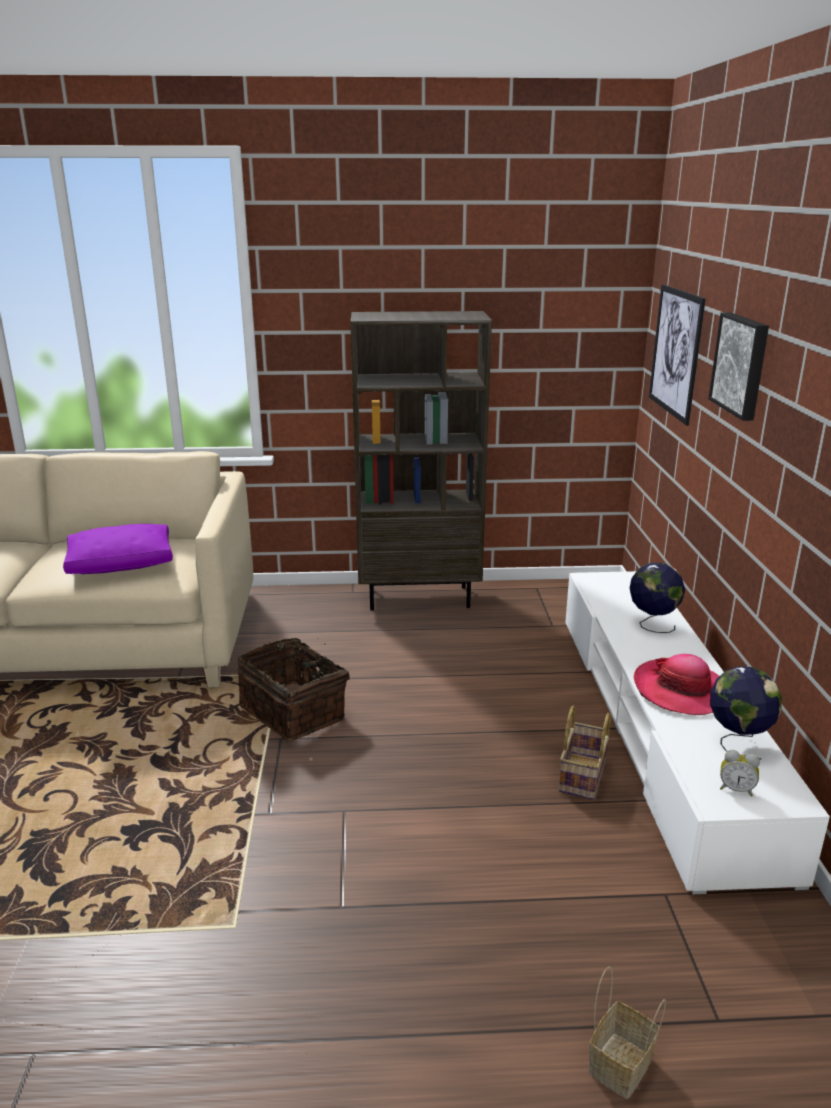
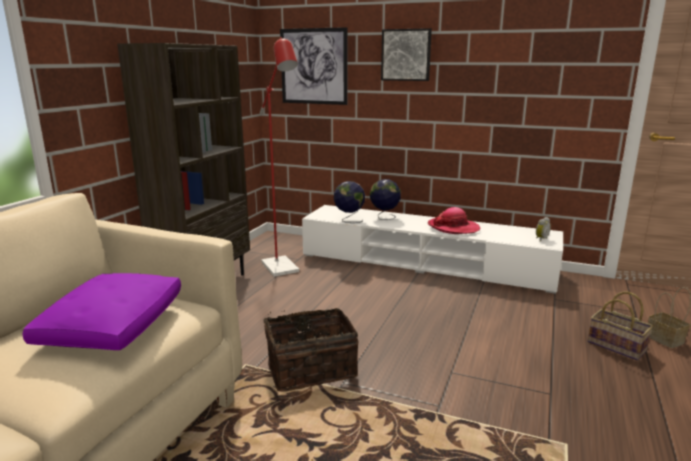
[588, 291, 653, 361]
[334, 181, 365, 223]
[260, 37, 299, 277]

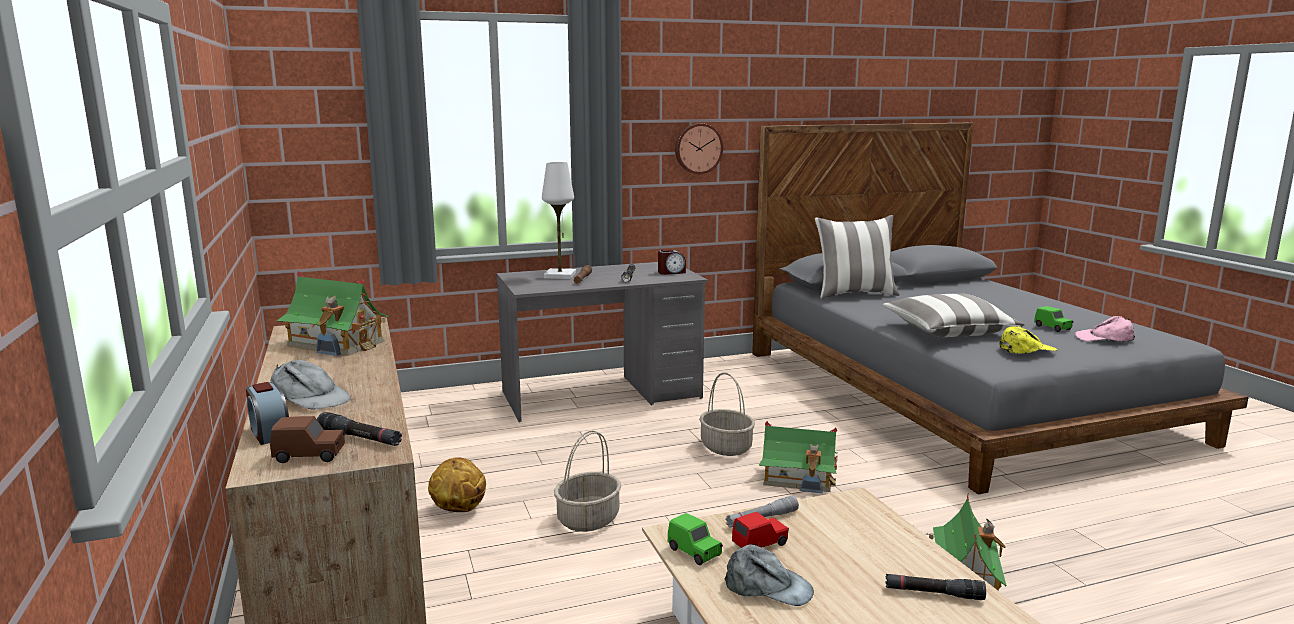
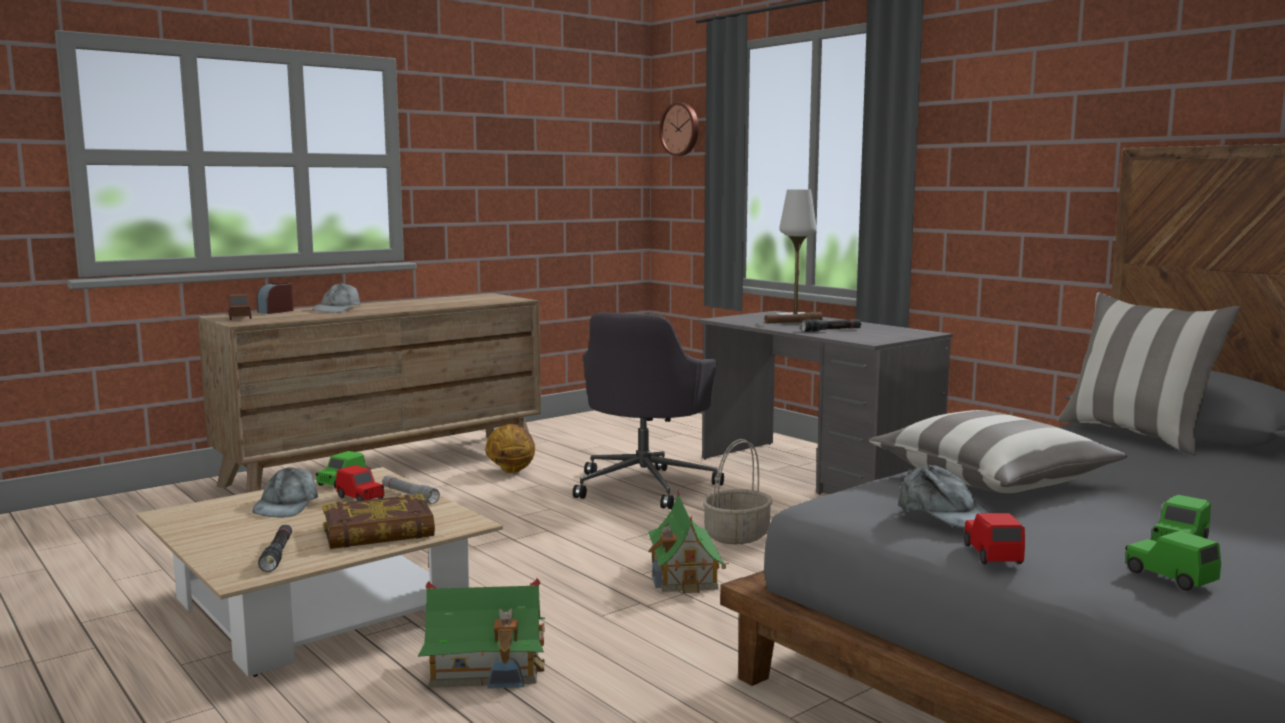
[277, 271, 389, 356] (first image)
[317, 412, 402, 446] (first image)
[554, 430, 621, 532] (first image)
[658, 249, 686, 275] (first image)
[659, 103, 699, 156]
[898, 465, 990, 528]
[1126, 531, 1221, 590]
[322, 494, 435, 549]
[573, 313, 724, 509]
[964, 513, 1025, 564]

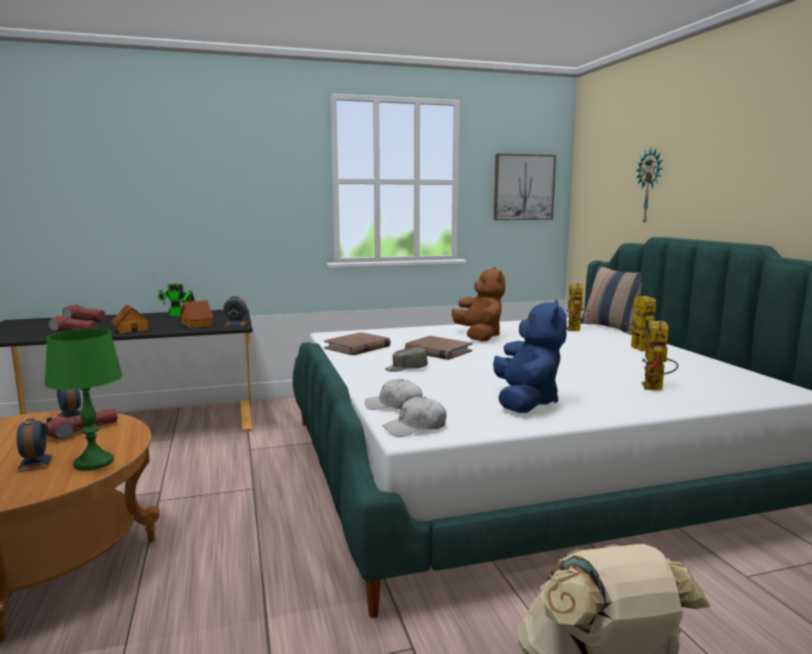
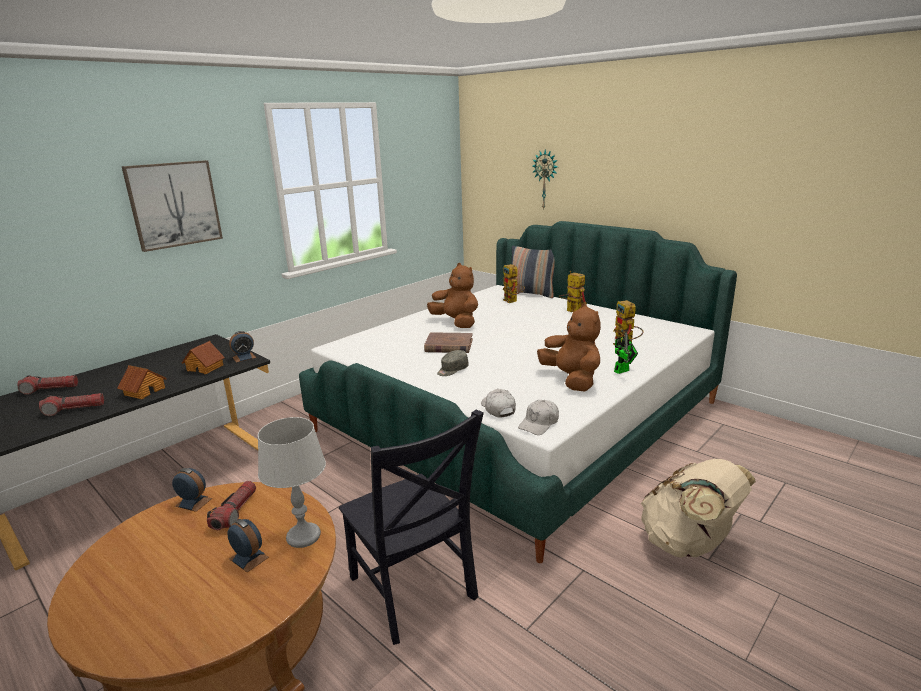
[258, 417, 326, 548]
[614, 332, 638, 374]
[324, 332, 391, 355] (first image)
[481, 389, 516, 418]
[537, 303, 601, 392]
[121, 160, 223, 252]
[339, 410, 484, 645]

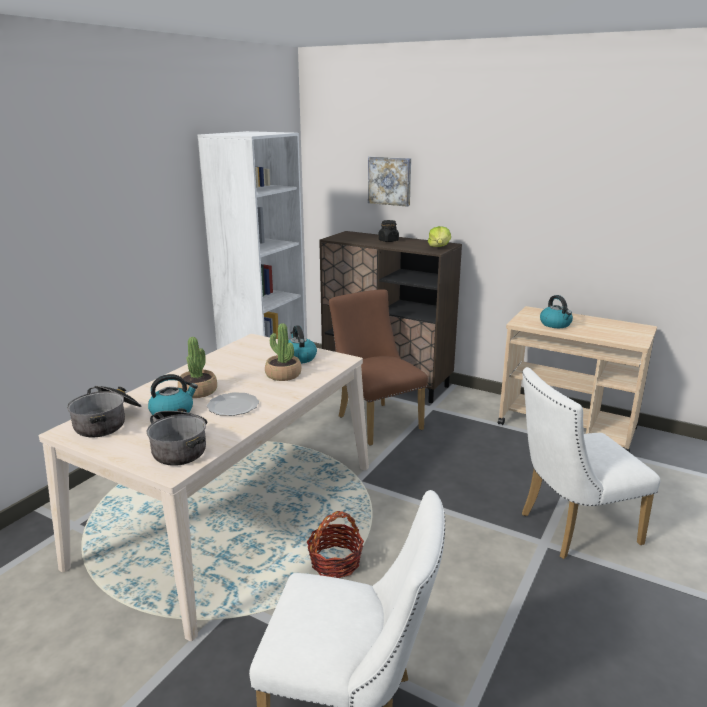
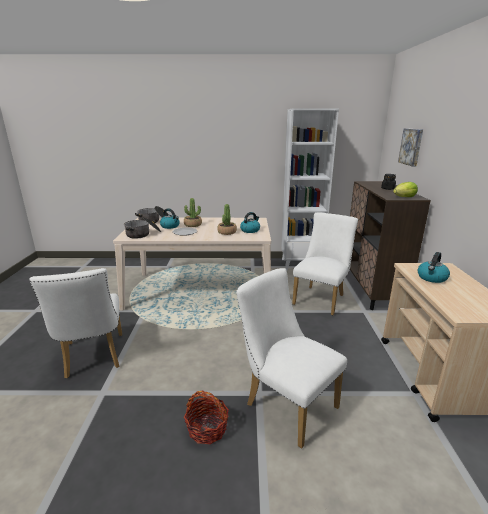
[184, 390, 229, 444]
[292, 212, 358, 315]

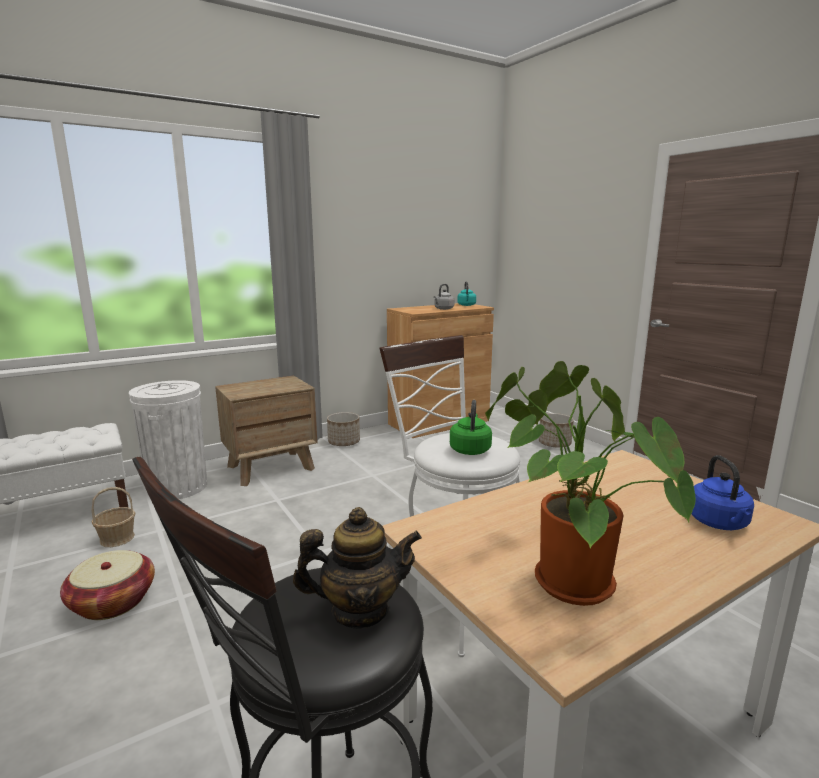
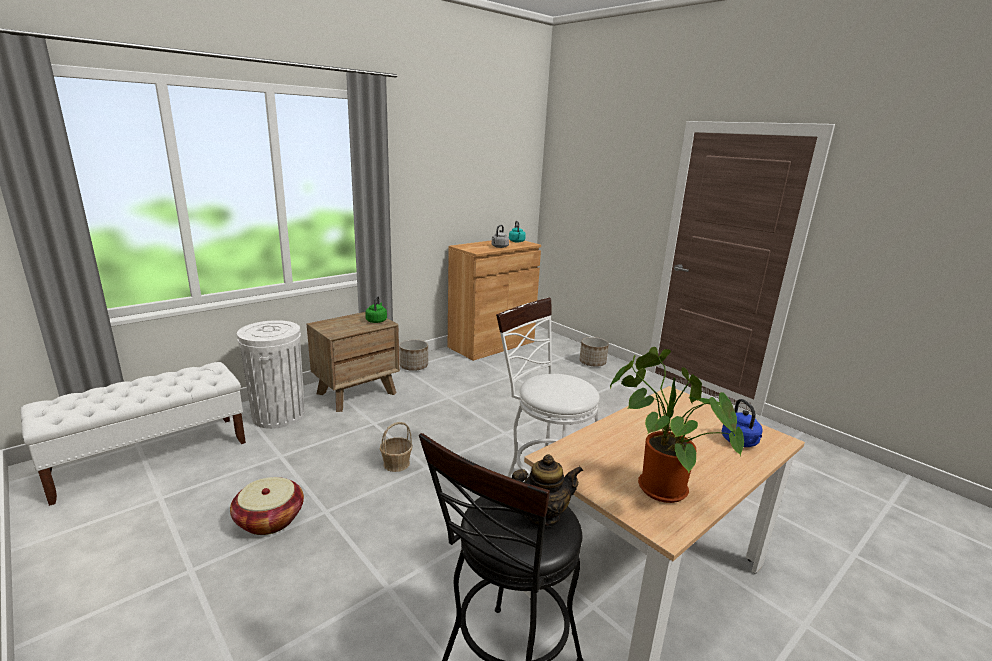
[380, 422, 413, 472]
[365, 296, 387, 323]

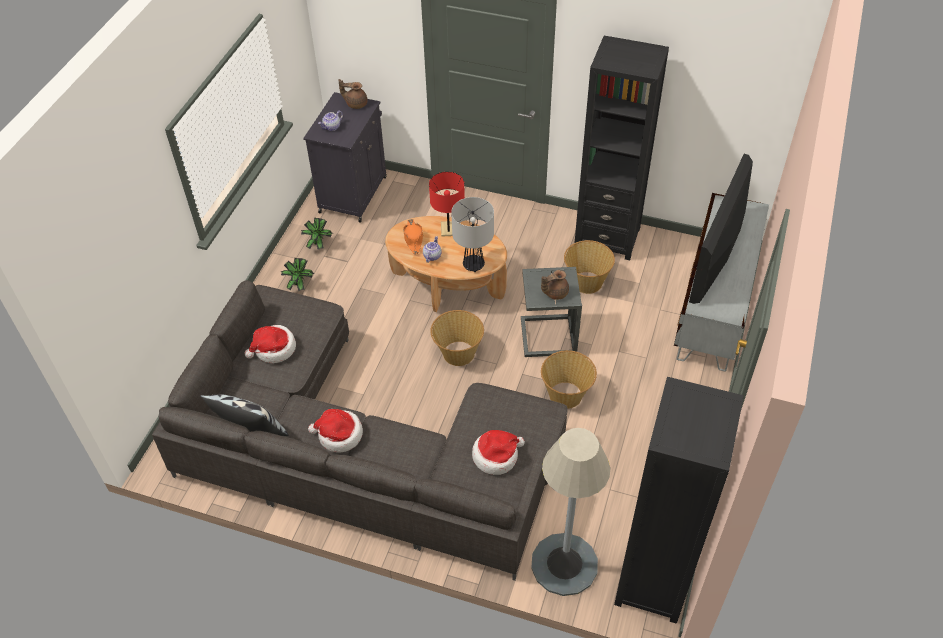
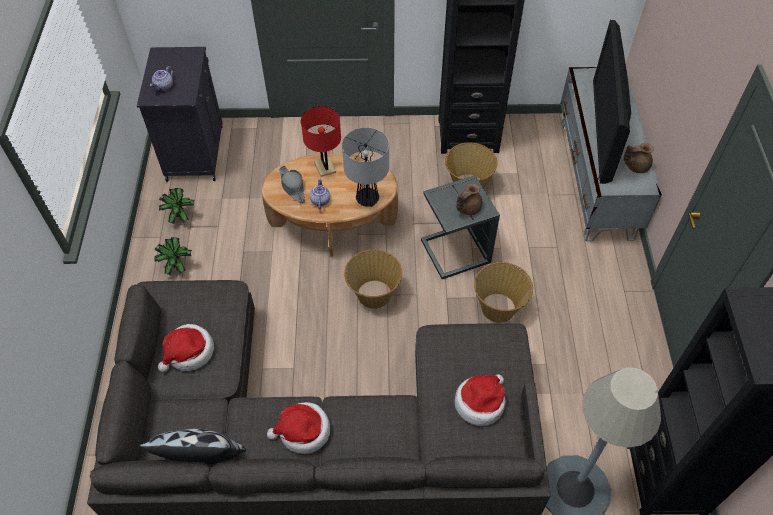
[624, 143, 654, 173]
[279, 166, 305, 203]

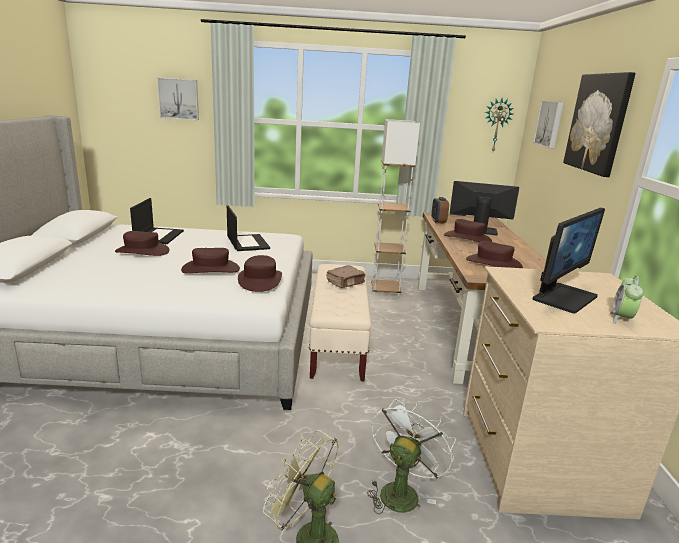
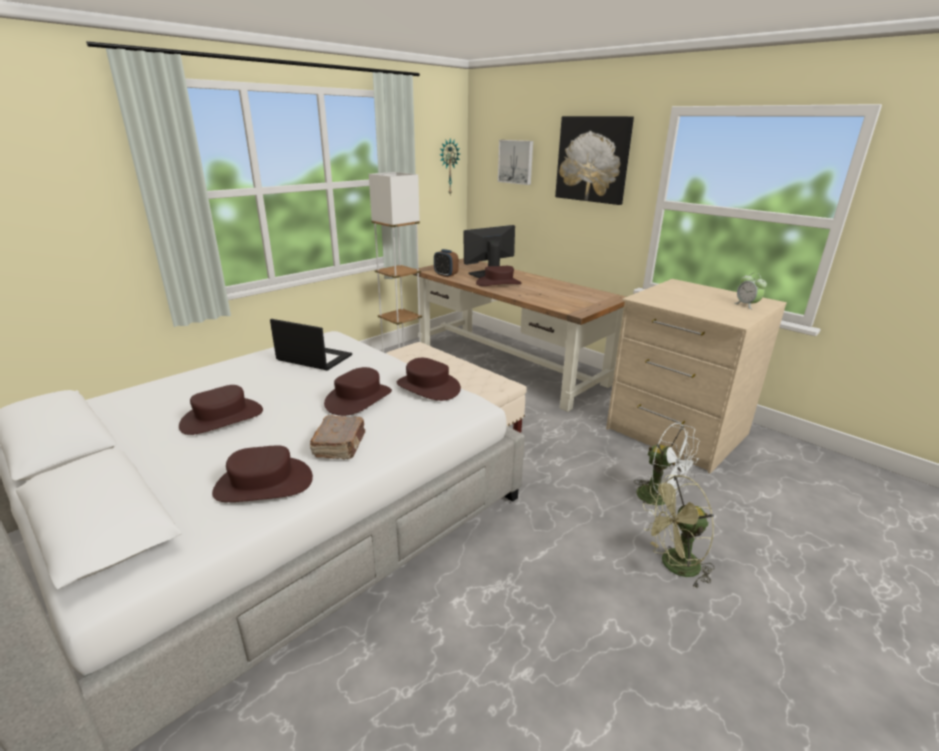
[130, 198, 184, 244] (first image)
[157, 78, 199, 120] (first image)
[310, 415, 365, 460]
[634, 423, 700, 514]
[212, 445, 313, 502]
[533, 208, 605, 313] (first image)

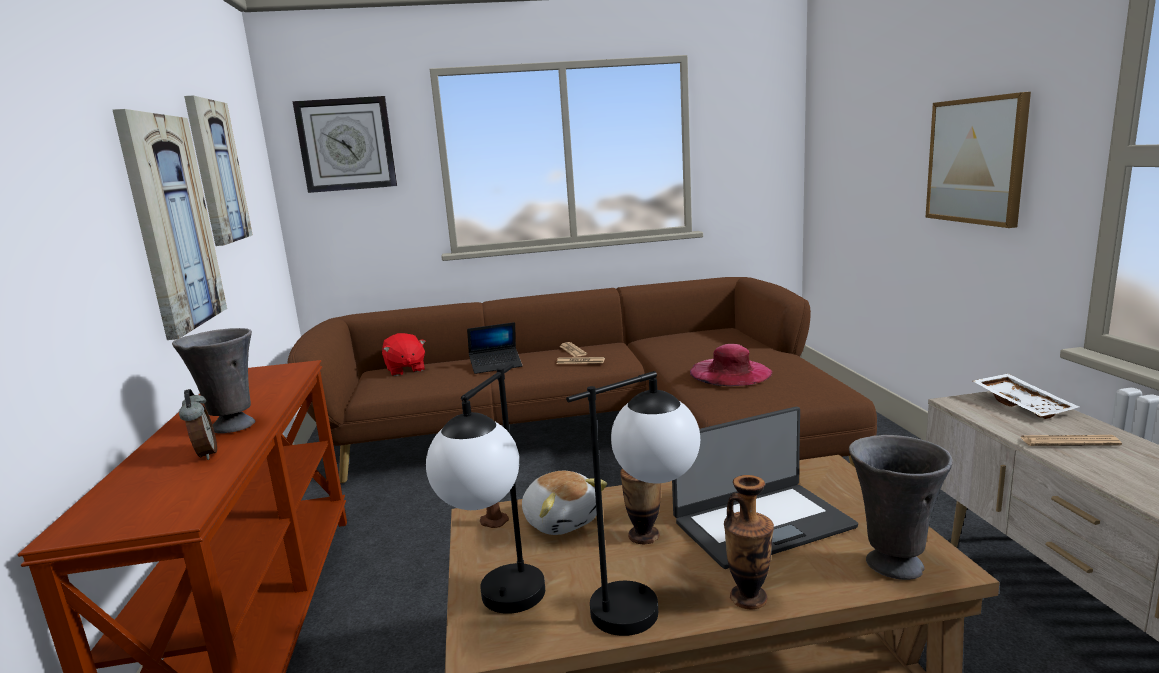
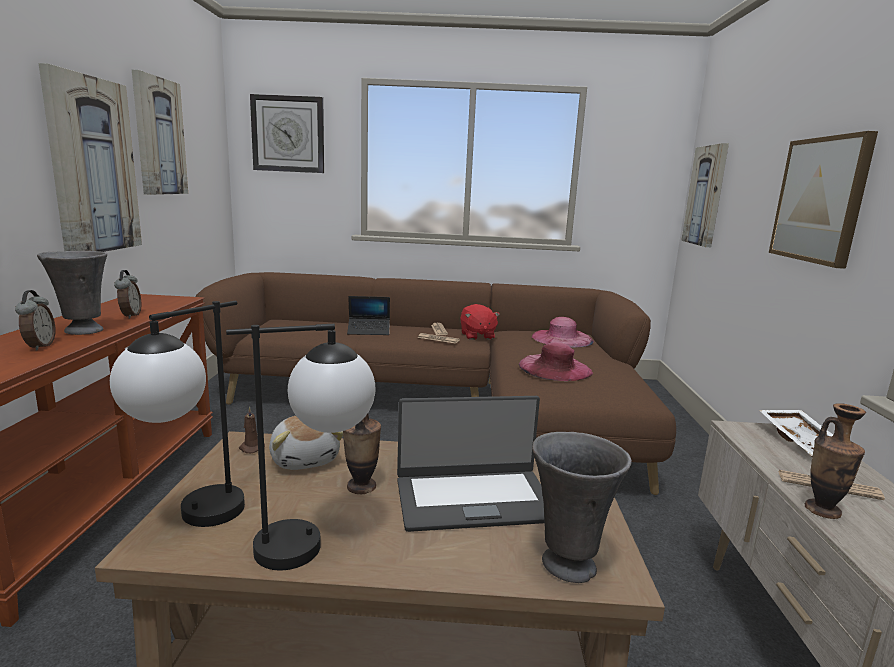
[460, 304, 500, 340]
[805, 403, 866, 519]
[114, 270, 142, 319]
[532, 317, 594, 348]
[681, 143, 729, 247]

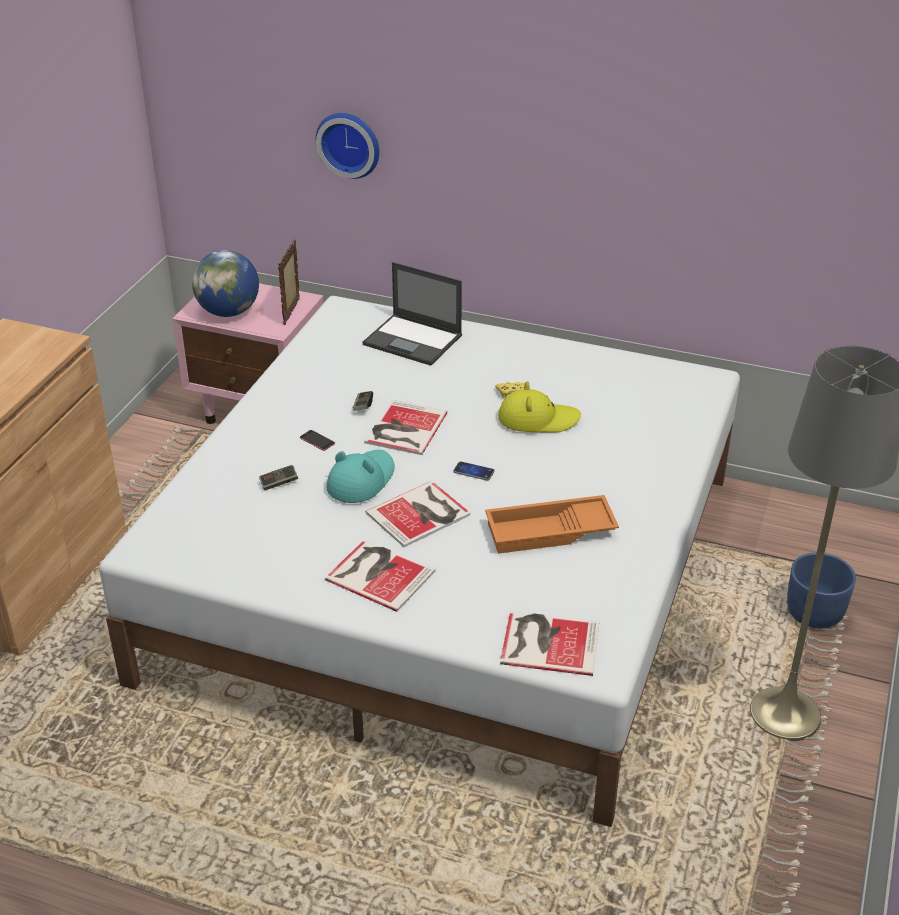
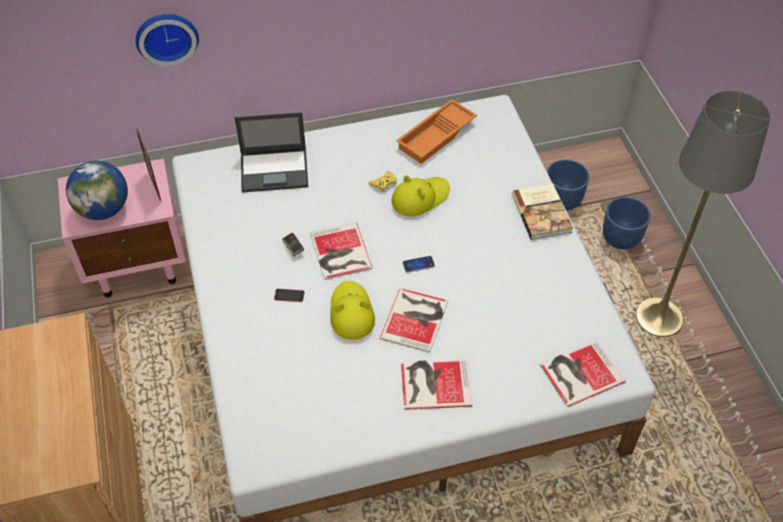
[259, 465, 298, 491] (first image)
[330, 281, 375, 340]
[396, 99, 477, 164]
[512, 184, 573, 240]
[547, 159, 589, 211]

